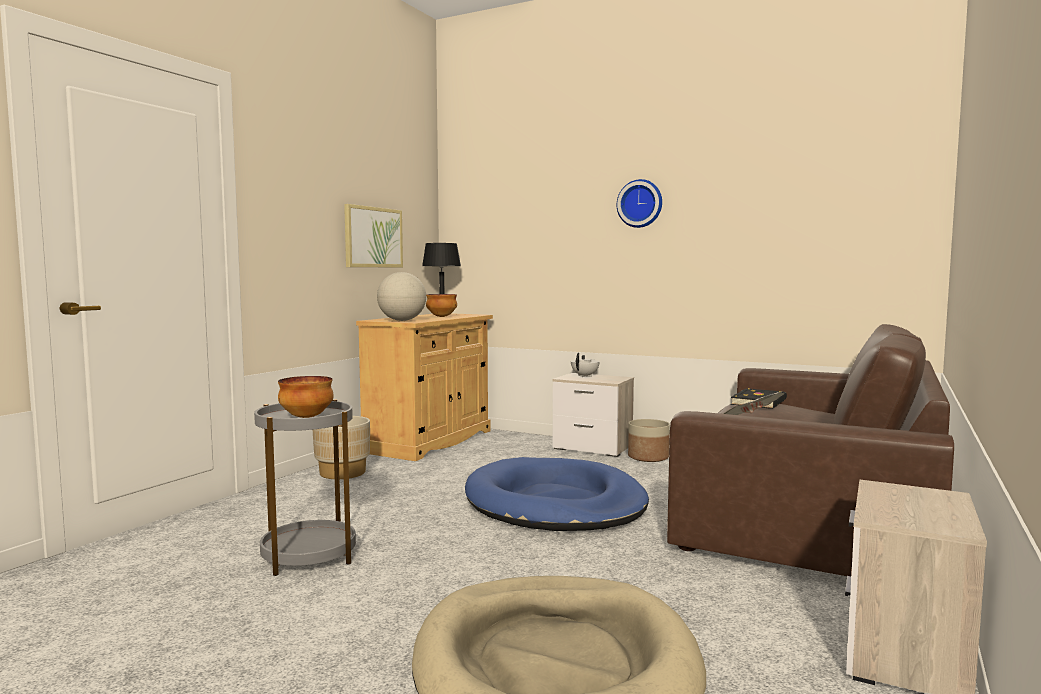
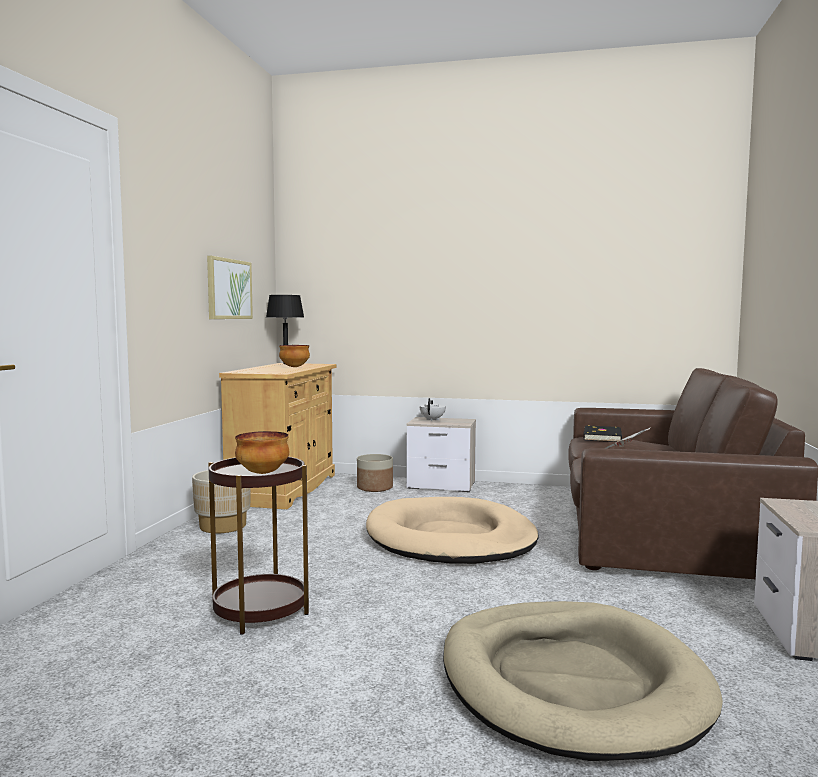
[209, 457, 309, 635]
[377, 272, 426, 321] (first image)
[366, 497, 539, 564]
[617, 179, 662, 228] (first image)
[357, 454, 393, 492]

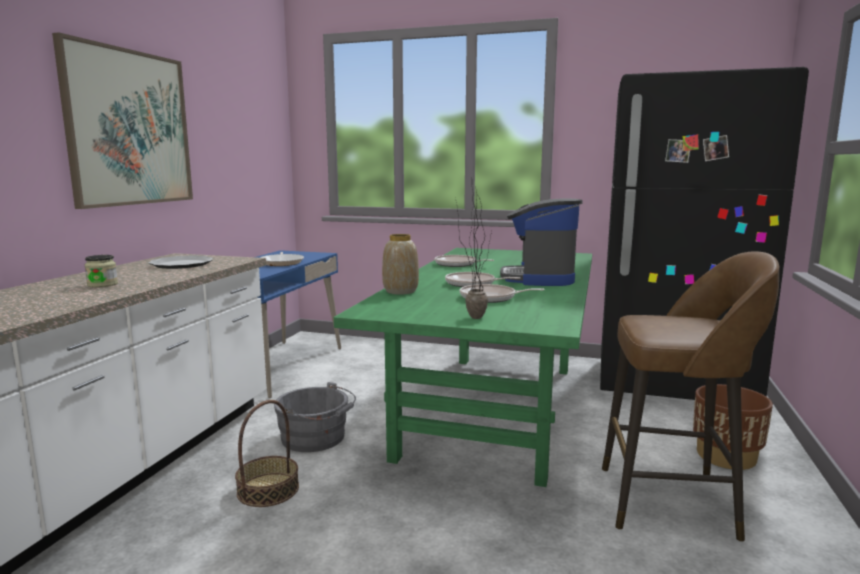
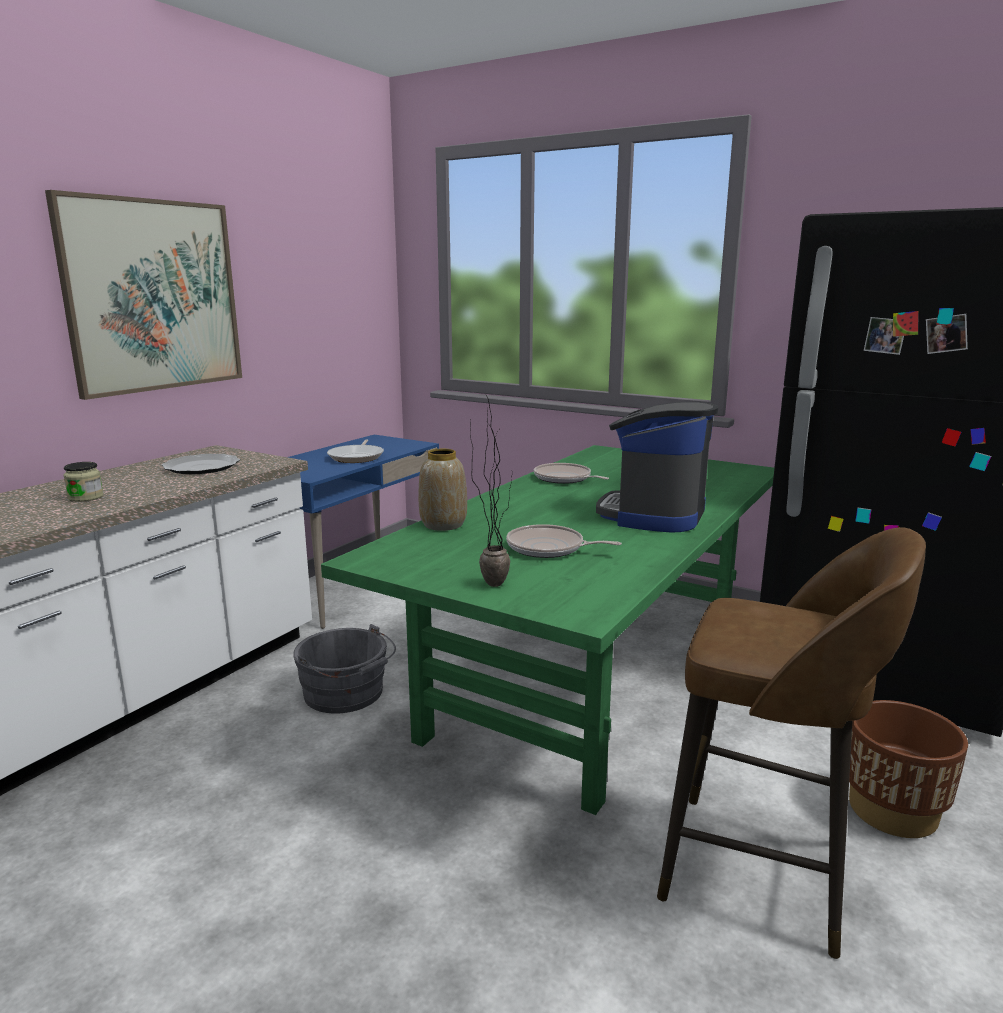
[235, 400, 299, 507] (first image)
[445, 272, 520, 287] (first image)

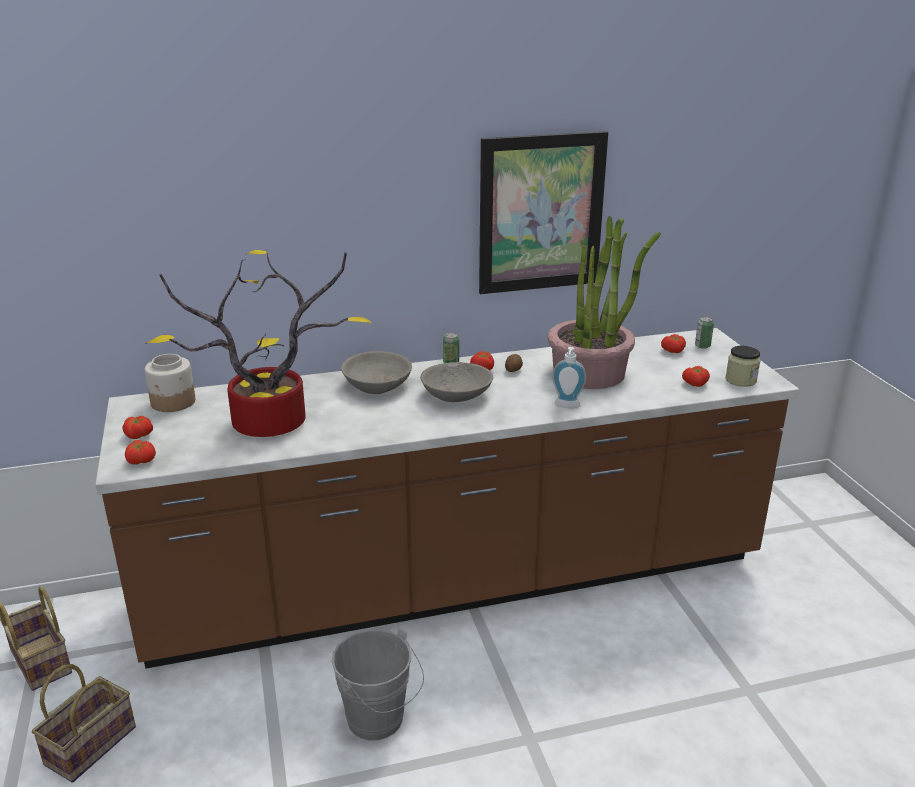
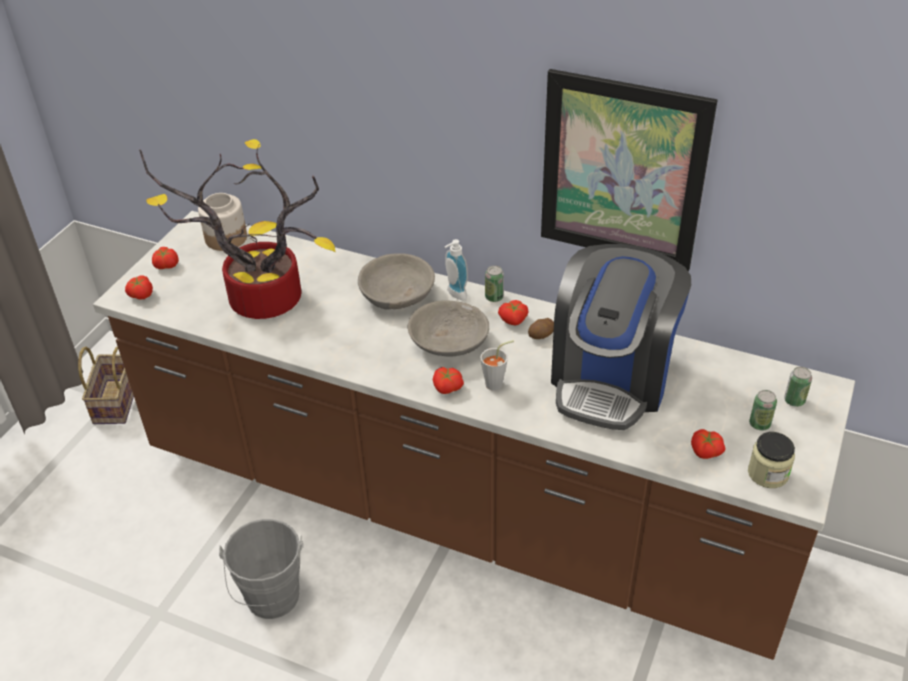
[32, 664, 136, 782] (first image)
[551, 244, 691, 430]
[444, 239, 468, 300]
[433, 367, 464, 394]
[480, 340, 514, 391]
[749, 390, 777, 431]

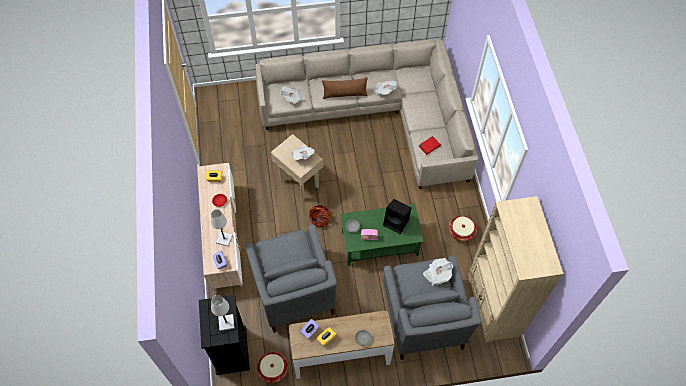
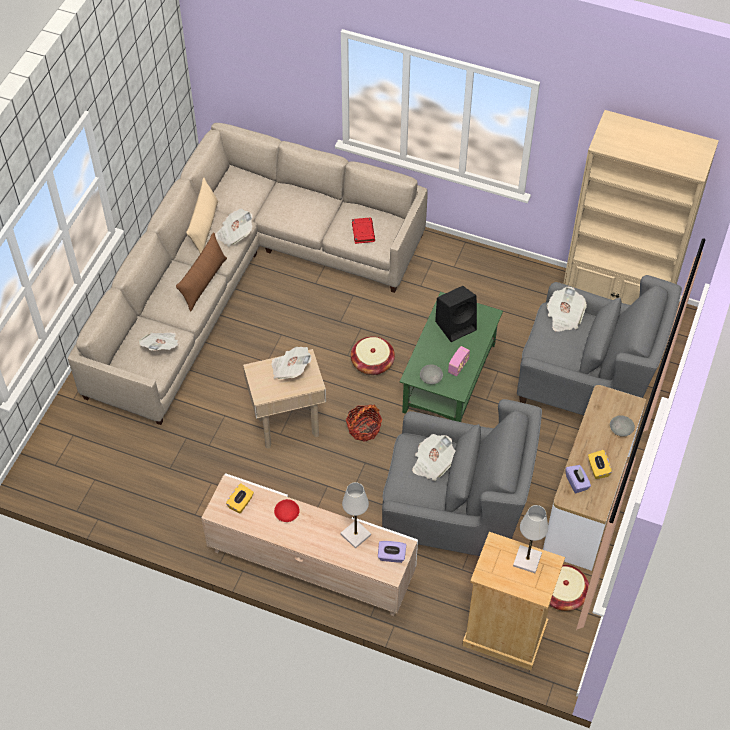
[462, 532, 565, 670]
[351, 336, 395, 375]
[186, 178, 218, 254]
[412, 434, 456, 481]

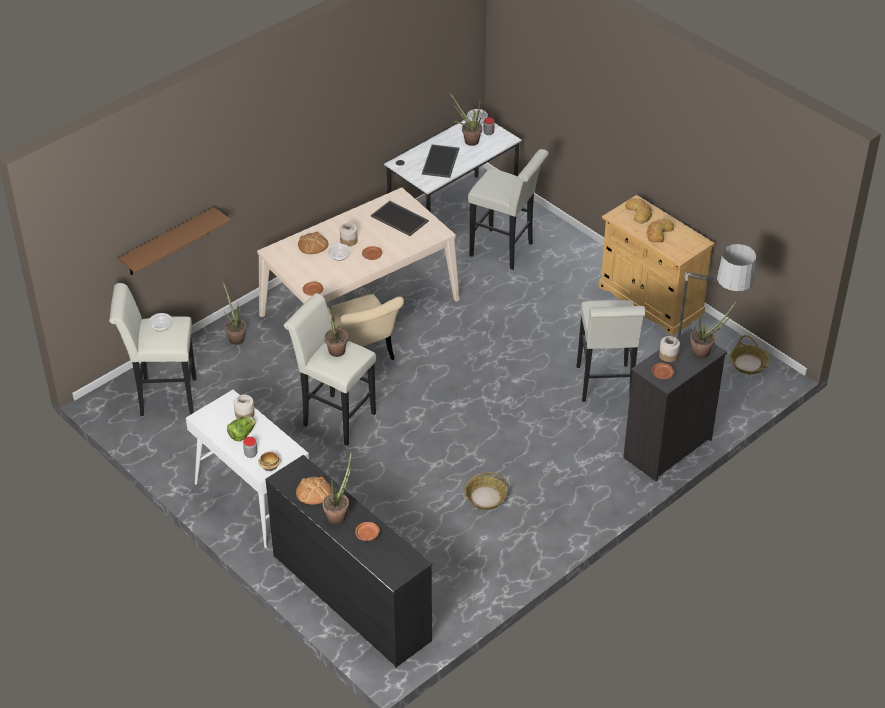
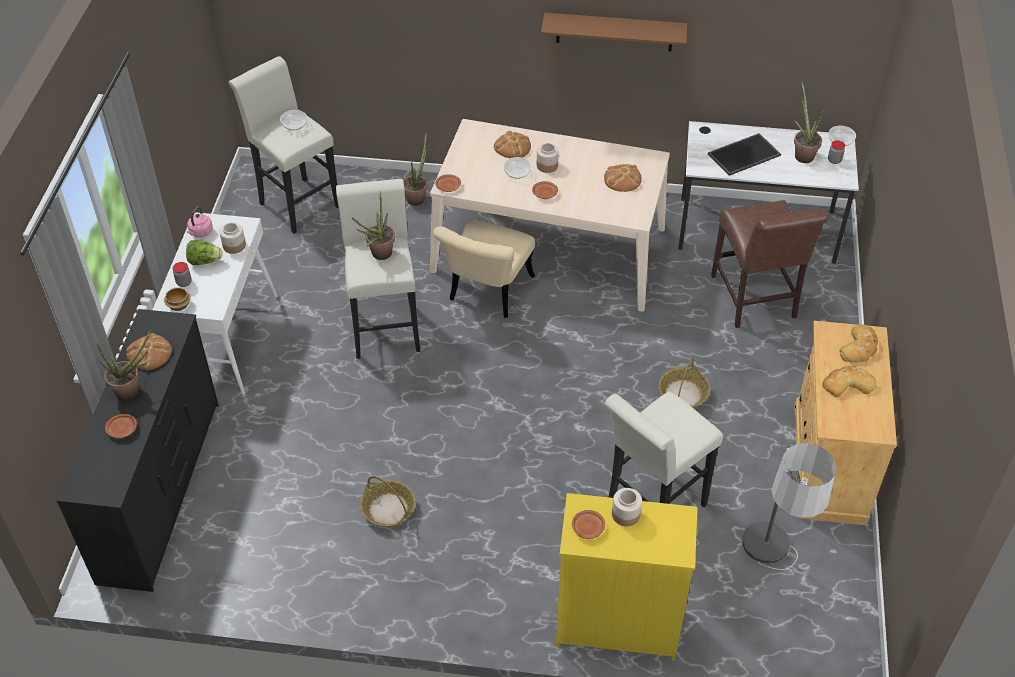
[541, 13, 687, 51]
[604, 164, 642, 192]
[711, 200, 828, 328]
[556, 493, 697, 661]
[690, 302, 736, 359] (first image)
[659, 358, 710, 408]
[187, 206, 213, 237]

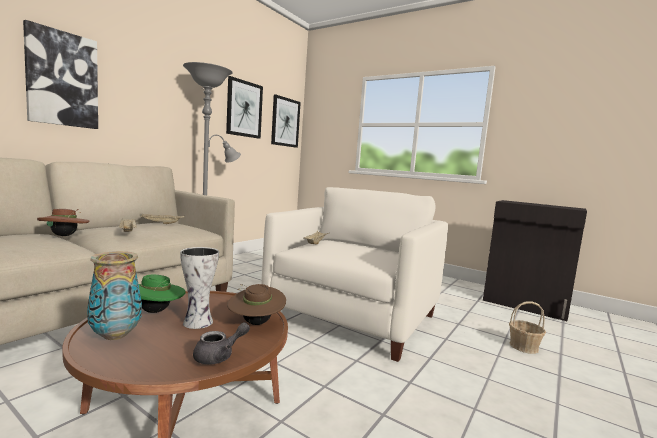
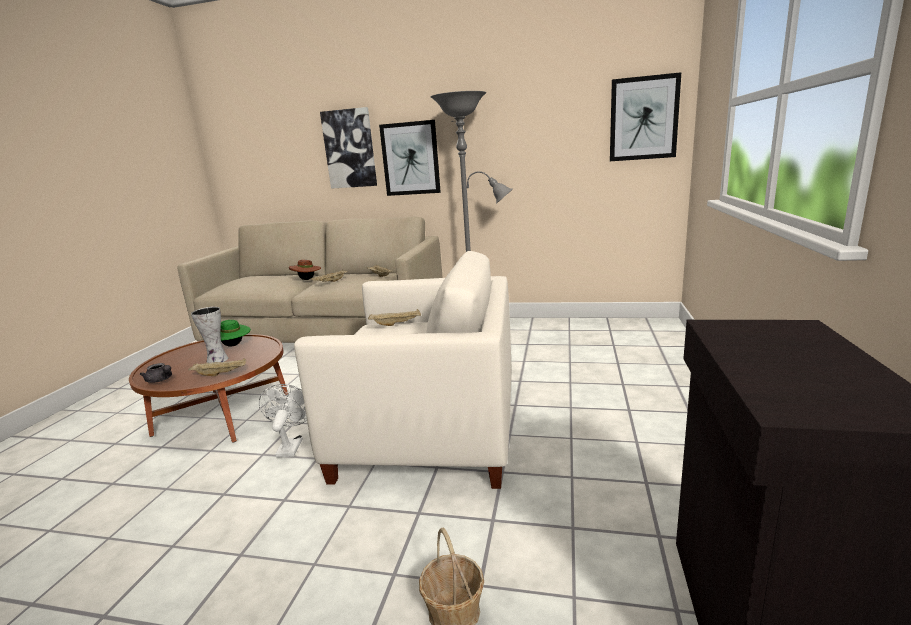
[87, 251, 142, 340] (first image)
[379, 120, 441, 196]
[188, 358, 246, 376]
[259, 384, 307, 458]

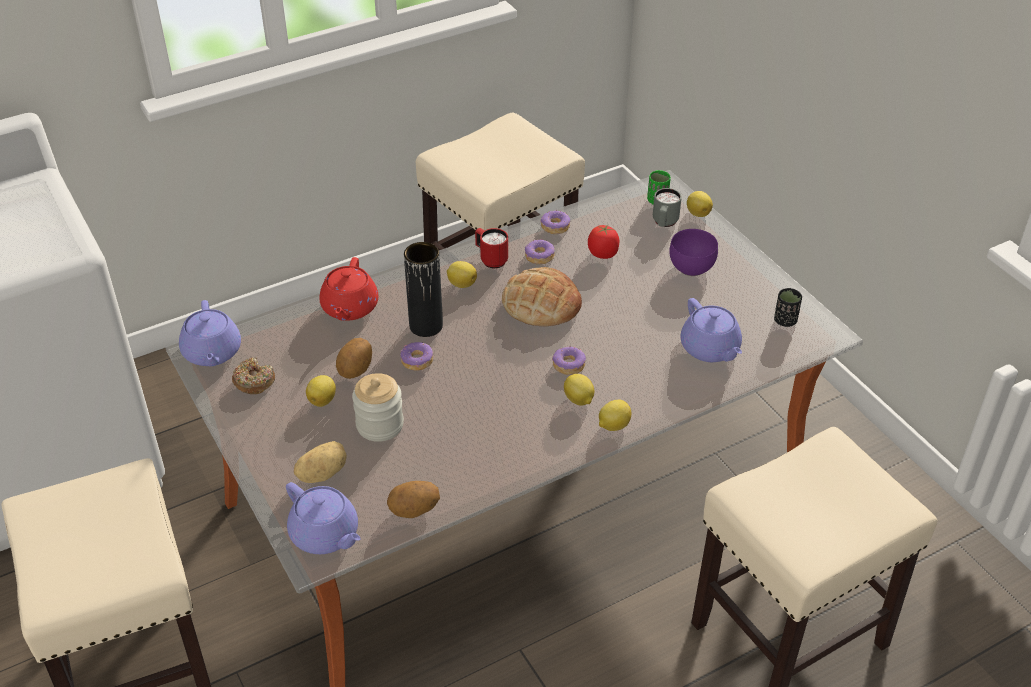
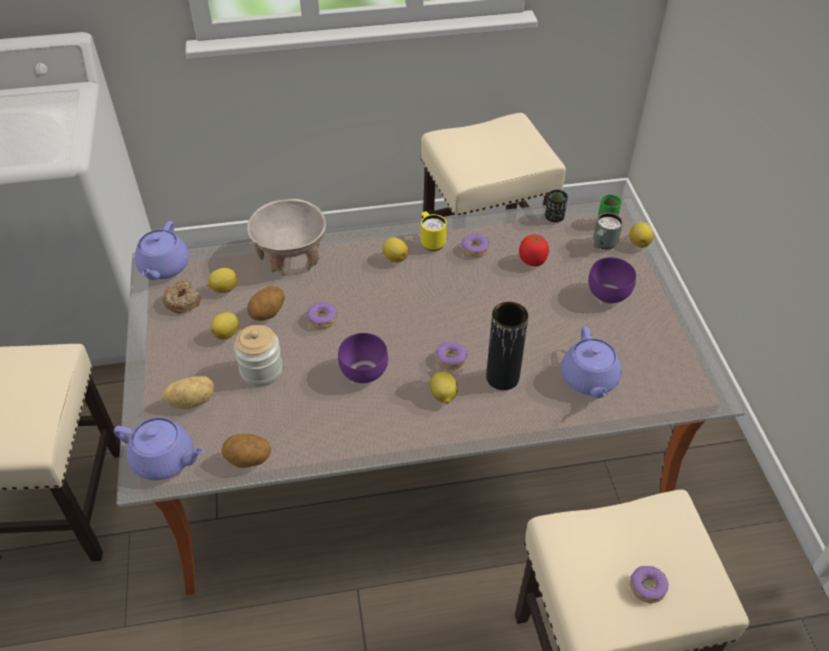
[114, 417, 205, 480]
[247, 199, 326, 276]
[486, 302, 528, 390]
[421, 211, 447, 251]
[502, 267, 582, 326] (first image)
[630, 566, 669, 603]
[207, 268, 237, 293]
[545, 190, 568, 223]
[338, 333, 388, 383]

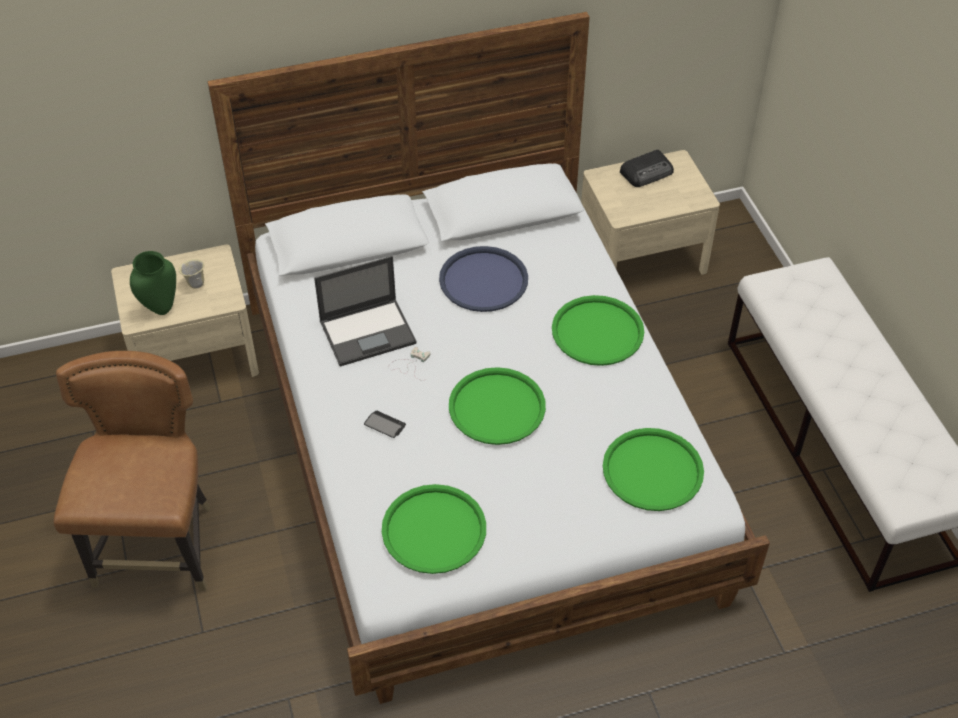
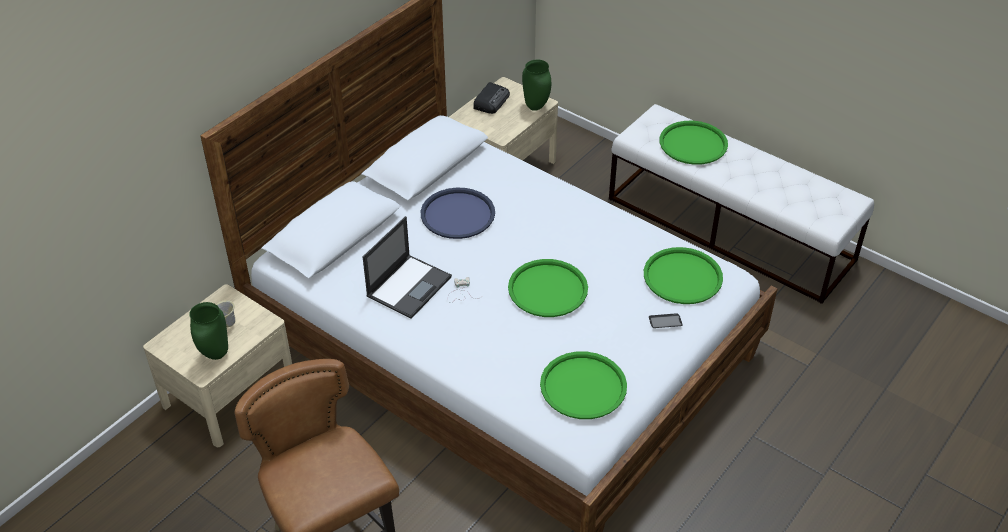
[649, 313, 682, 328]
[660, 121, 728, 165]
[522, 60, 551, 111]

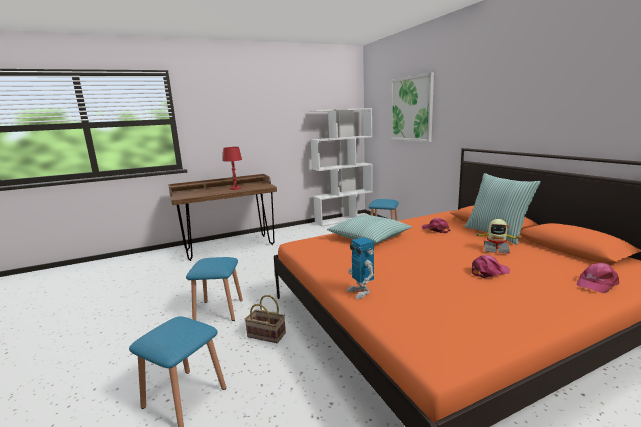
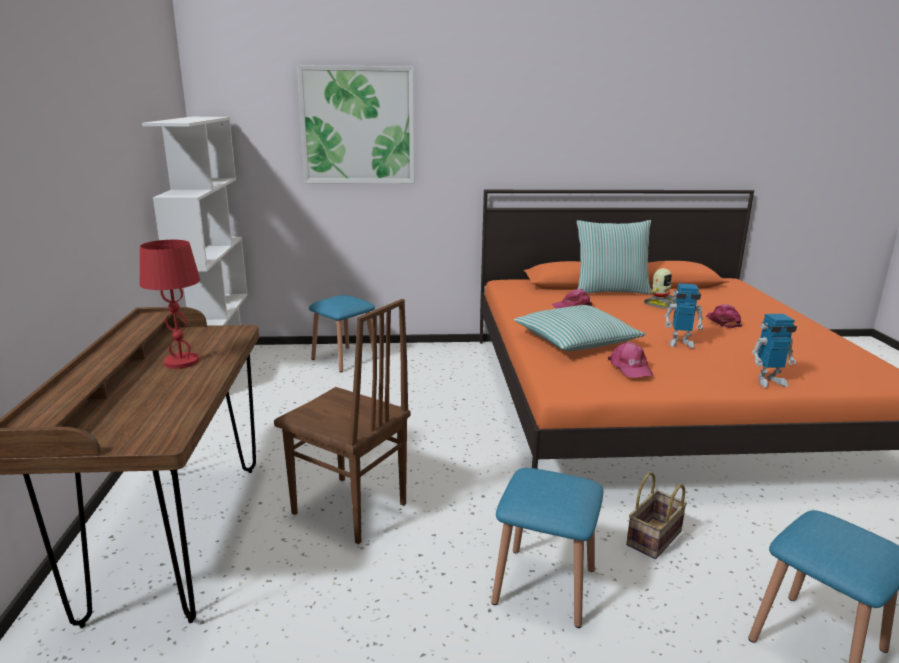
[608, 342, 653, 378]
[274, 299, 411, 544]
[665, 283, 703, 348]

